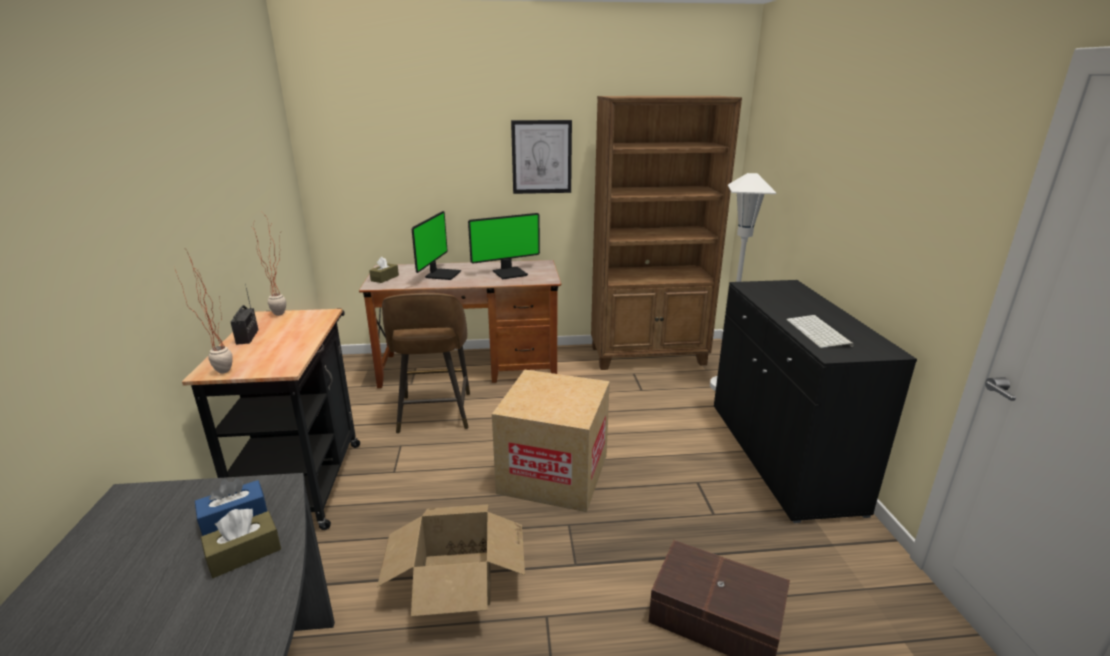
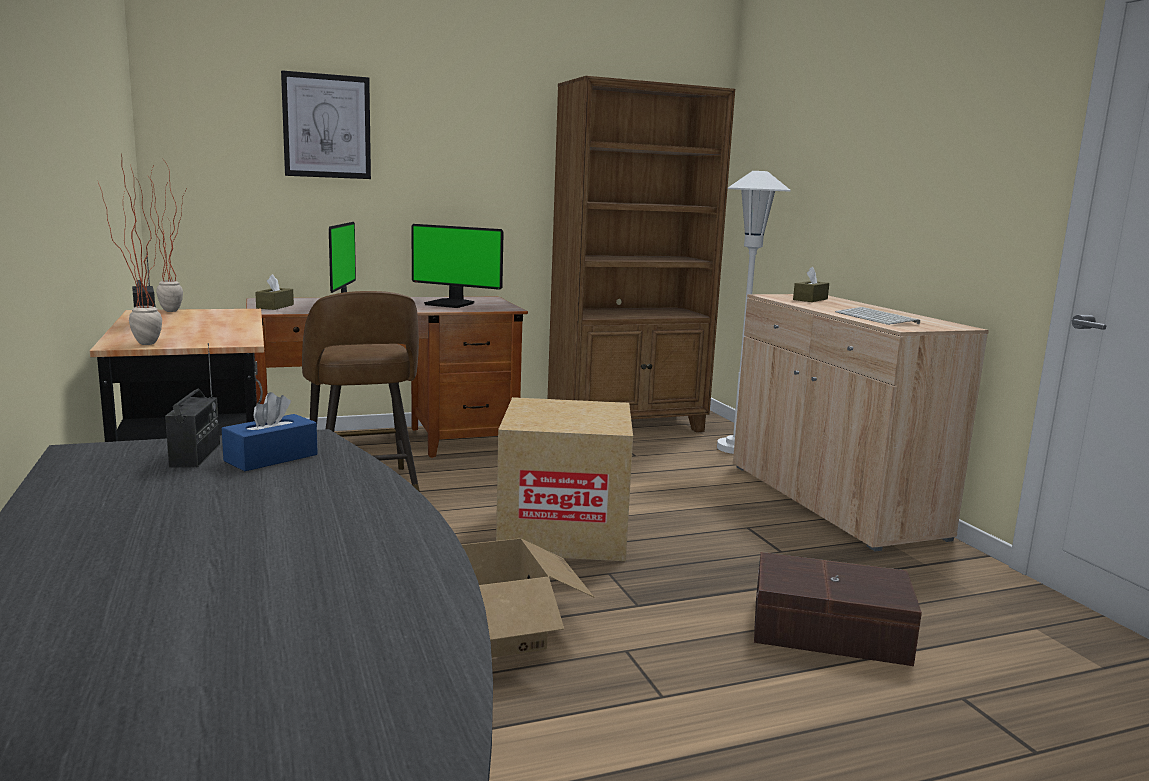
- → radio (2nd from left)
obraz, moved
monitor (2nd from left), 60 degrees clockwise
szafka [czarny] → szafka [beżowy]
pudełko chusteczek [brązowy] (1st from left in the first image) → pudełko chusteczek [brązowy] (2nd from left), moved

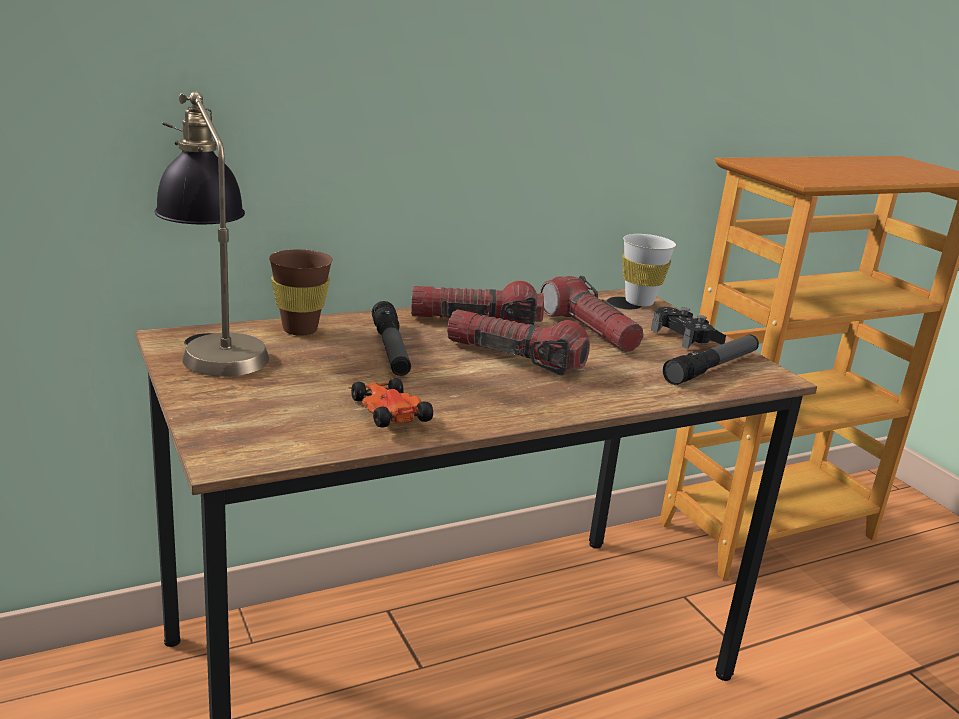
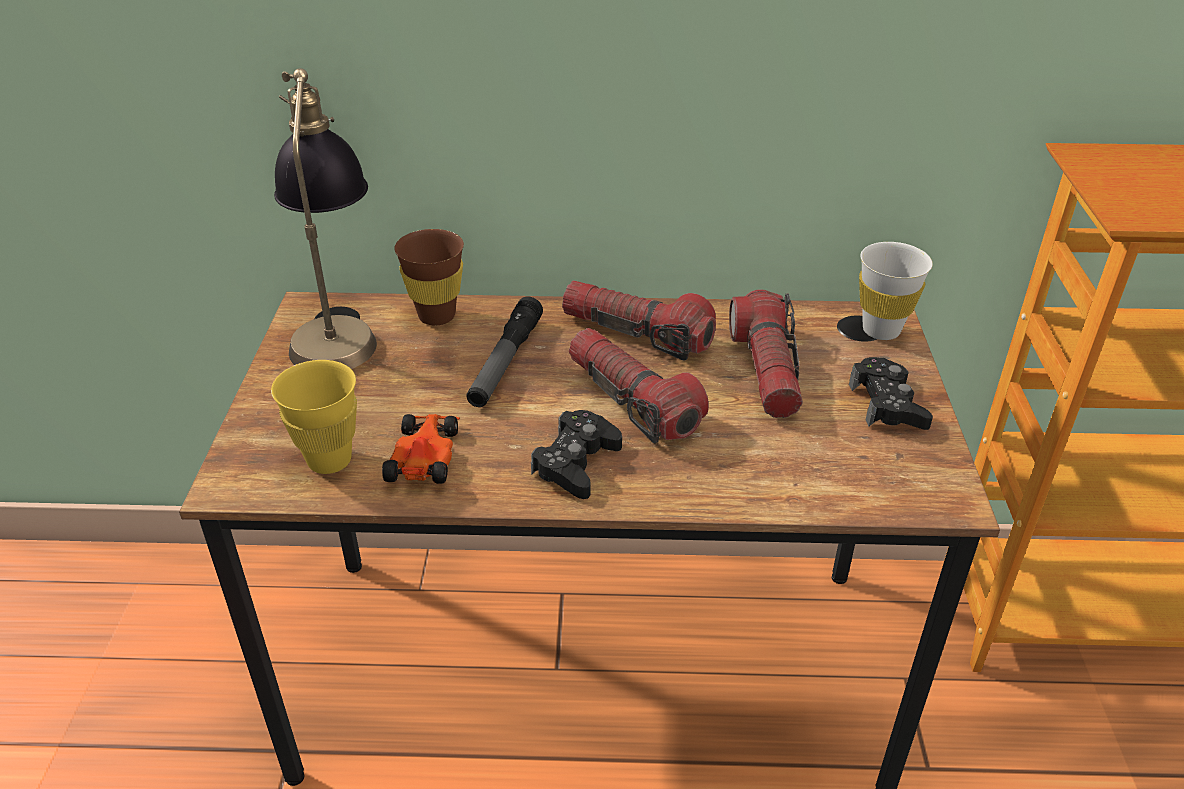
- → filiżanka [żółty]
- → pad do gier [czarny] (1st from left)
latarka (5th from left) → -

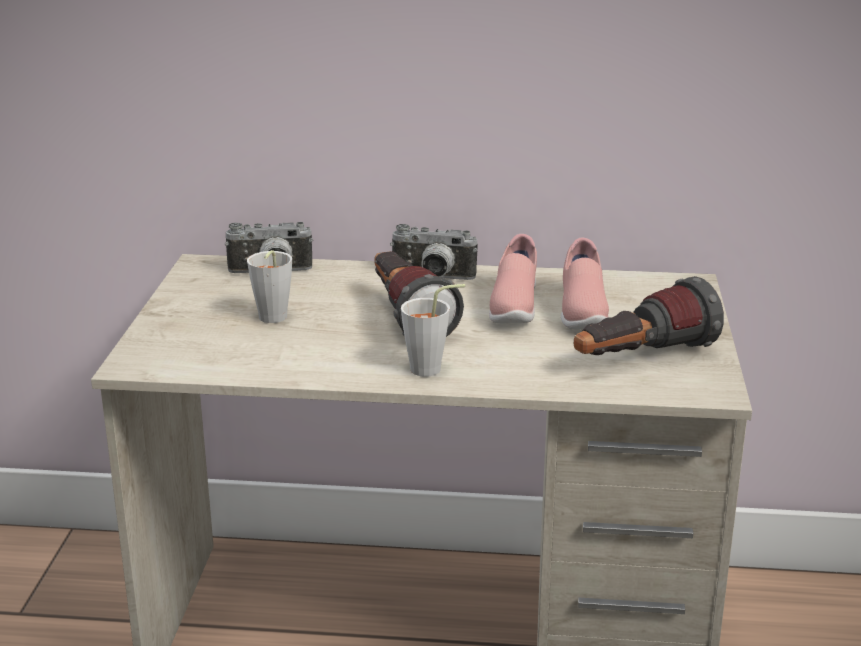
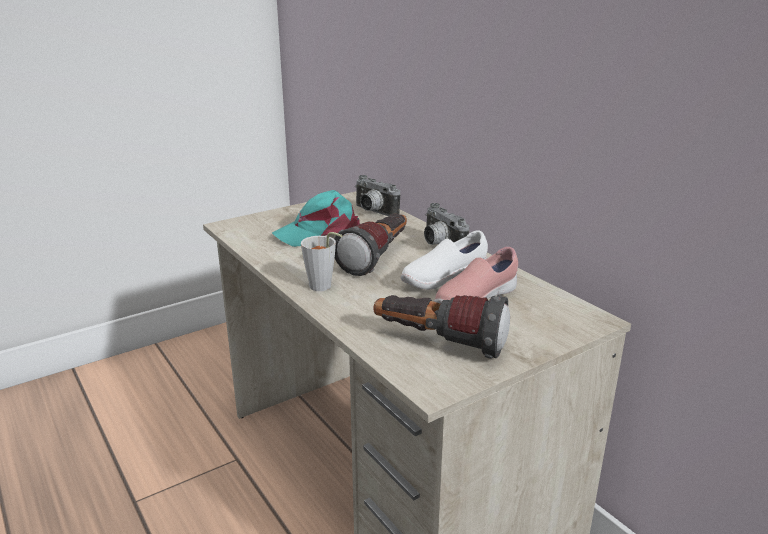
filiżanka [szary] (1st from left) → czapka z daszkiem [turkusowy]
but [różowy] (1st from left) → but [biały]

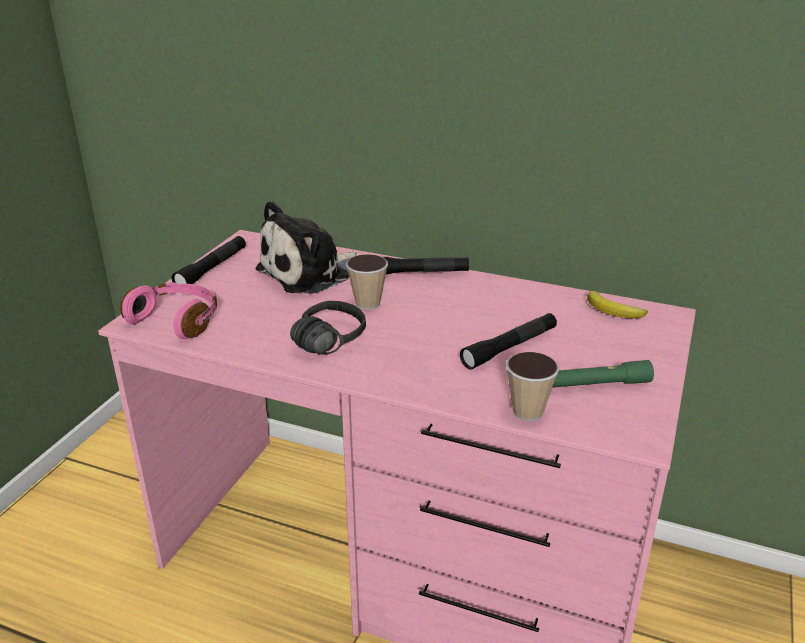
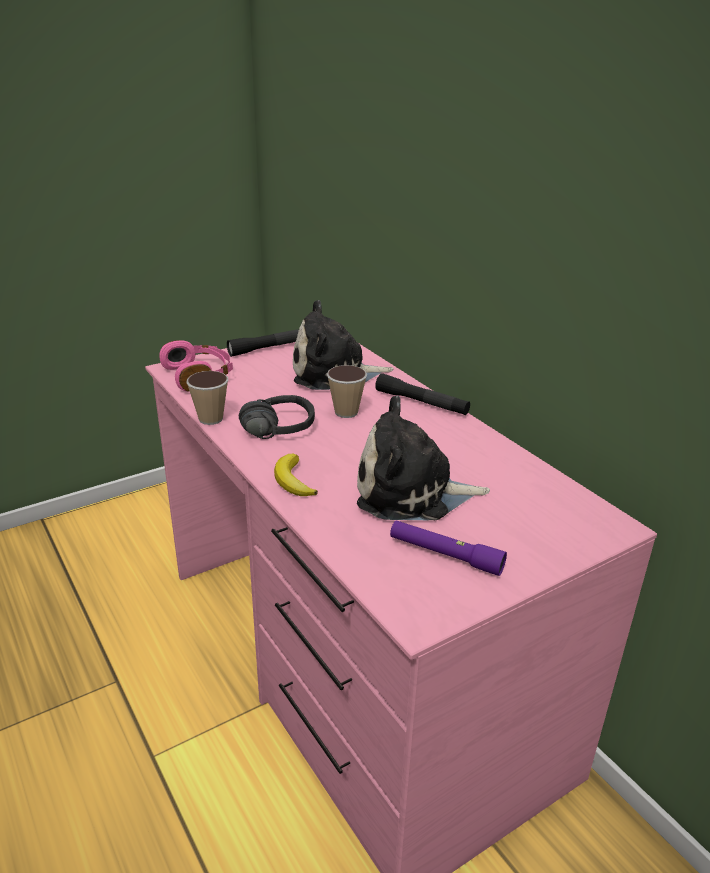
filiżanka (2nd from left in the first image) → filiżanka (1st from left), moved
banan, moved
latarka [czarny] (3rd from left) → pluszak (2nd from left)
latarka [zielony] → latarka [fioletowy]

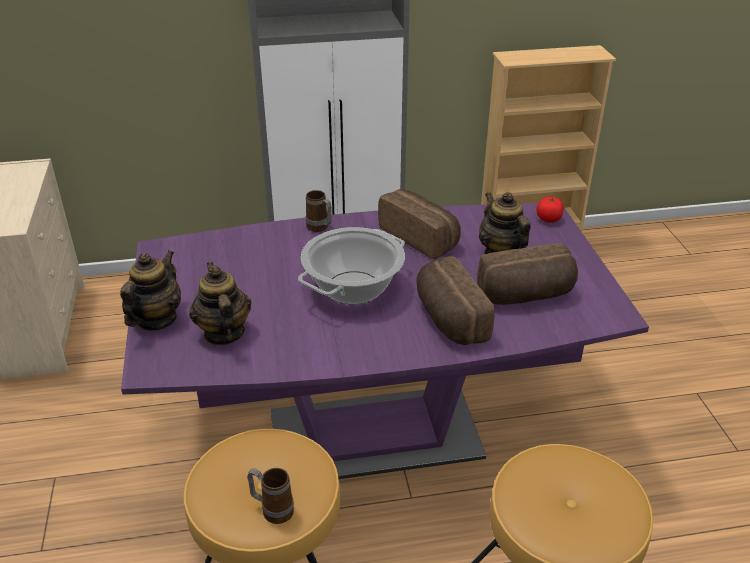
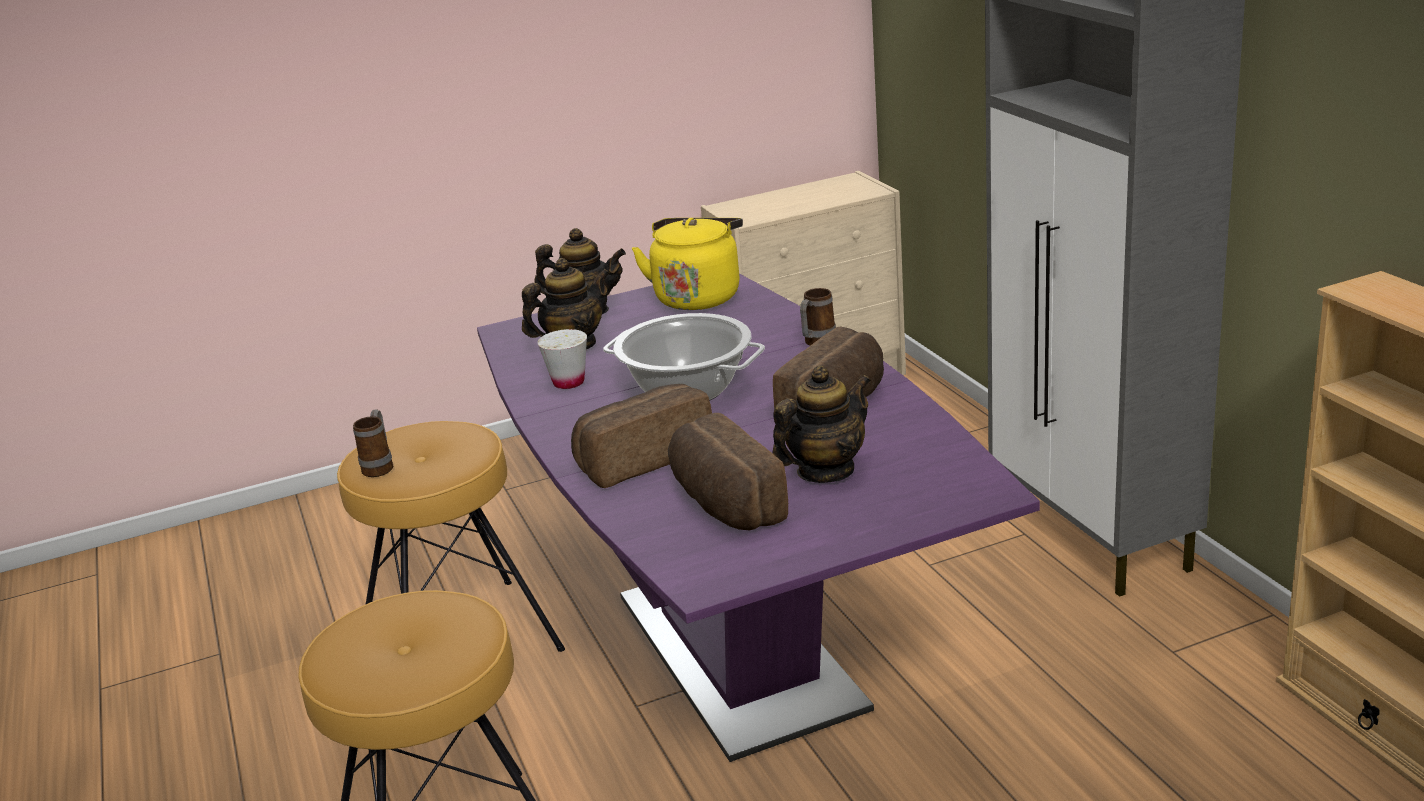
- → filiżanka [biały]
- → czajnik [żółty]
pomidor → -

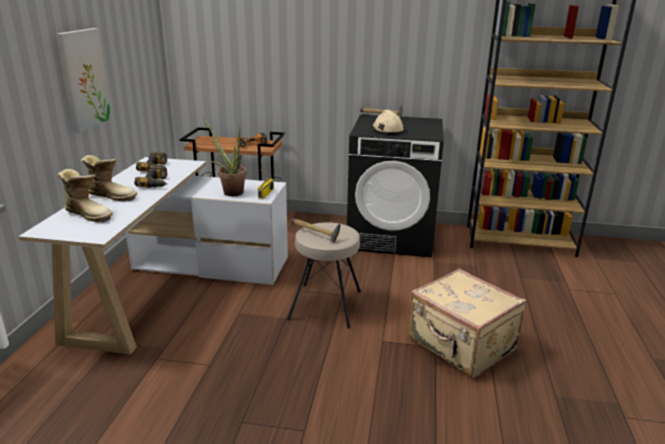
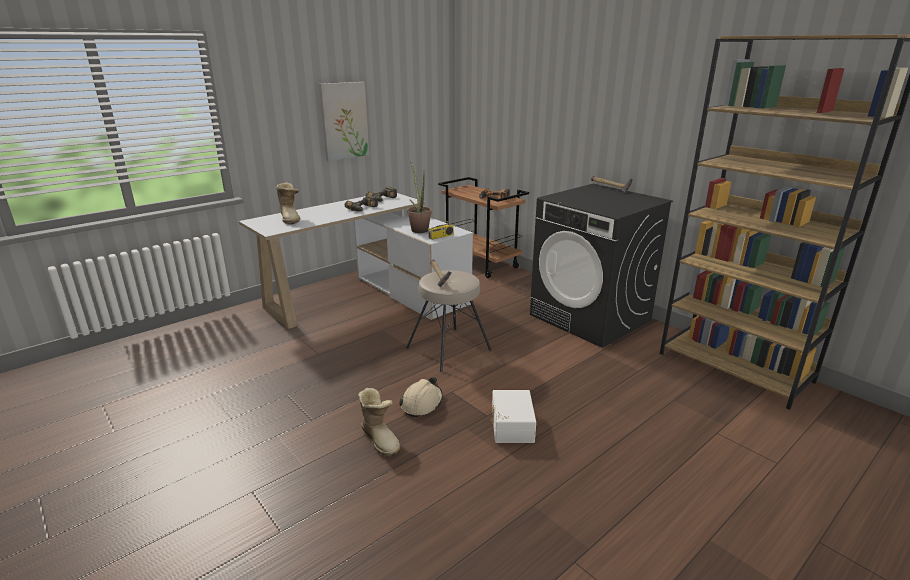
but z cholewką (2nd from left), moved
kask [beżowy], moved
walizka [beżowy] → pojemnik do przechowywania [biały]

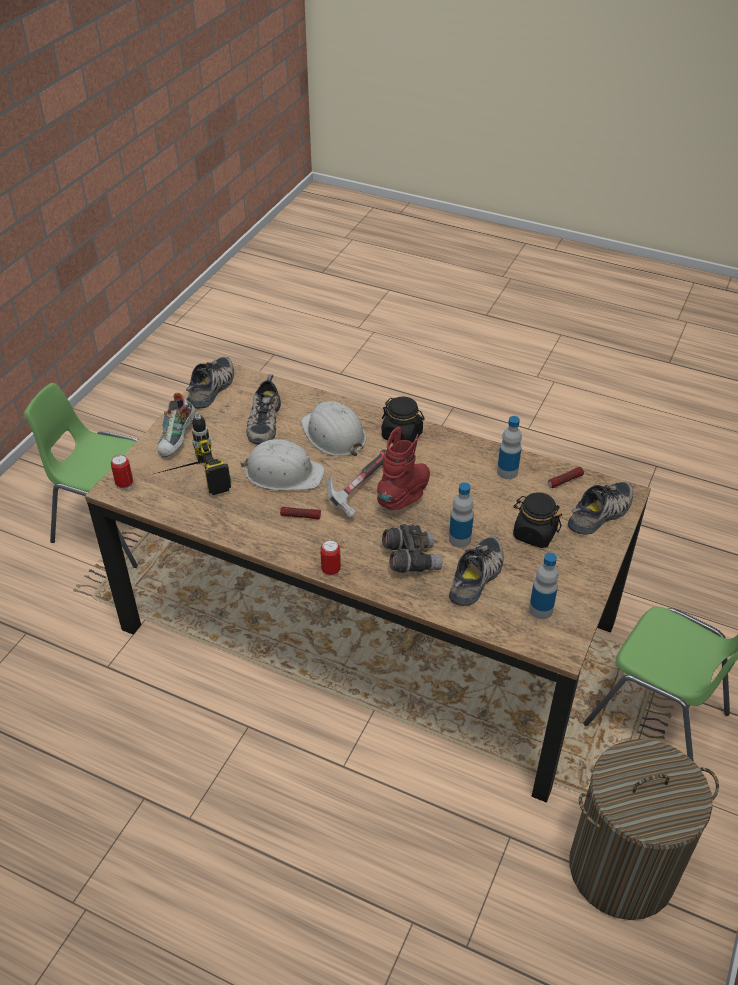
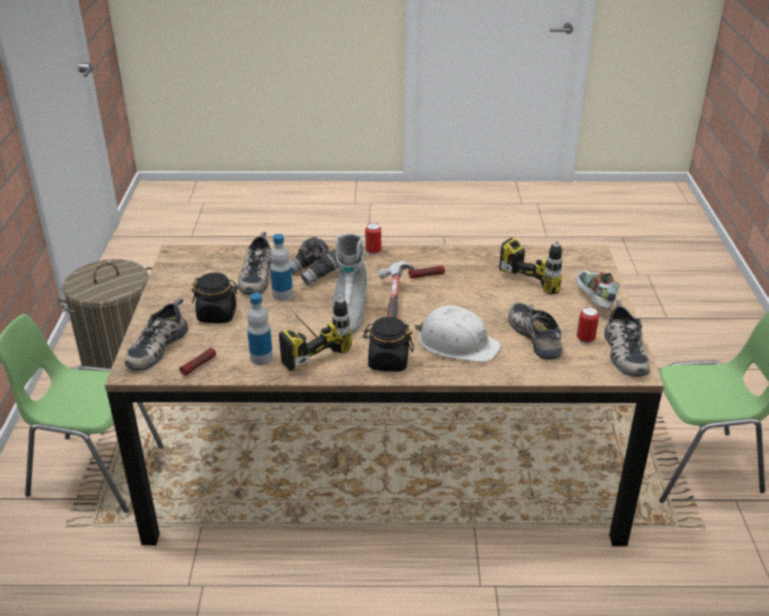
- → wiertarka (1st from left)
but z cholewką [czerwony] → but z cholewką [szary]
puszka (1st from left in the first image) → puszka (2nd from left), moved
kask [biały] (1st from left) → -
butelka (3rd from left) → -

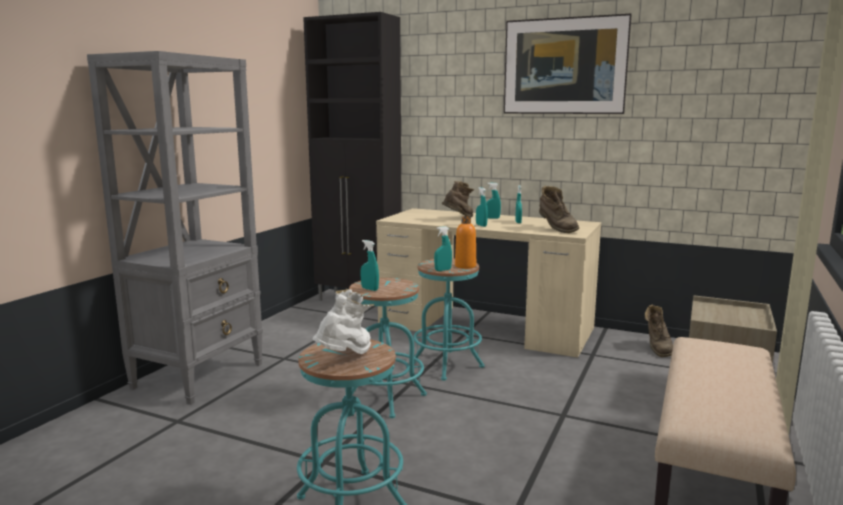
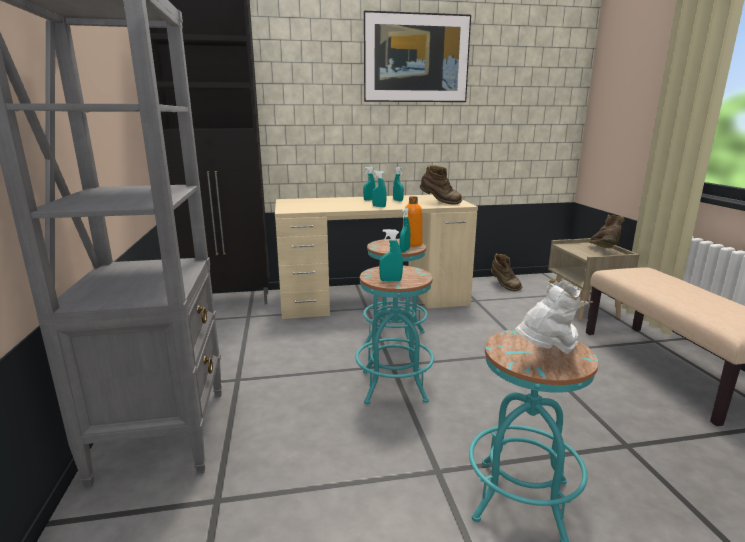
but z cholewką [biały], 60 degrees clockwise
but z cholewką [brązowy] (1st from left in the first image) → but z cholewką [brązowy] (3rd from left), moved

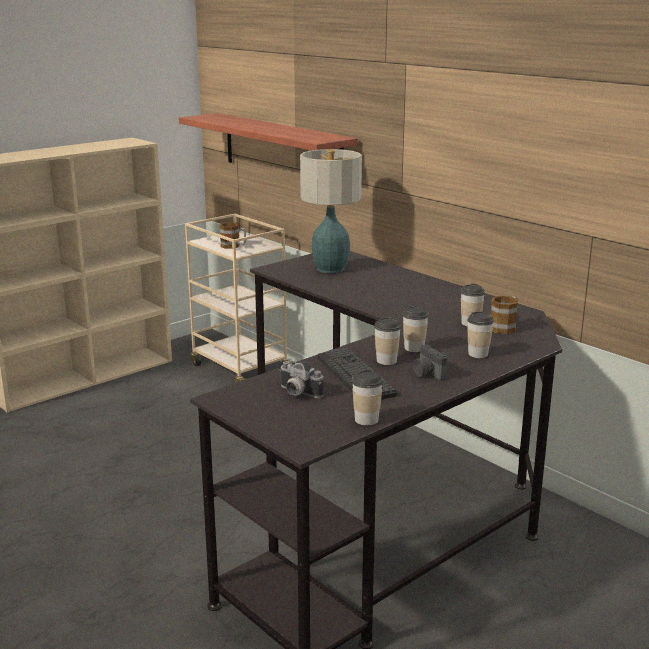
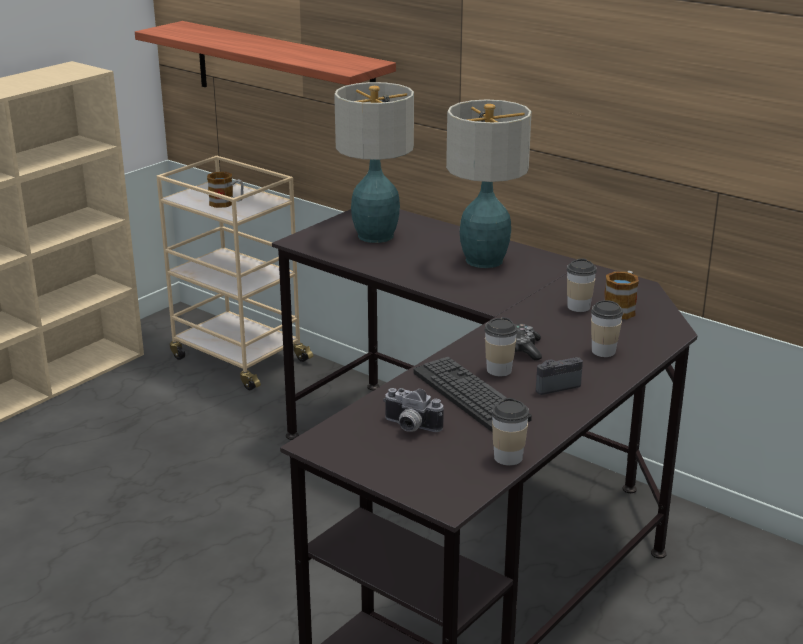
- → lampa stołowa (2nd from left)
filiżanka (3rd from left) → pad do gier
aparat fotograficzny (2nd from left), 105 degrees clockwise

